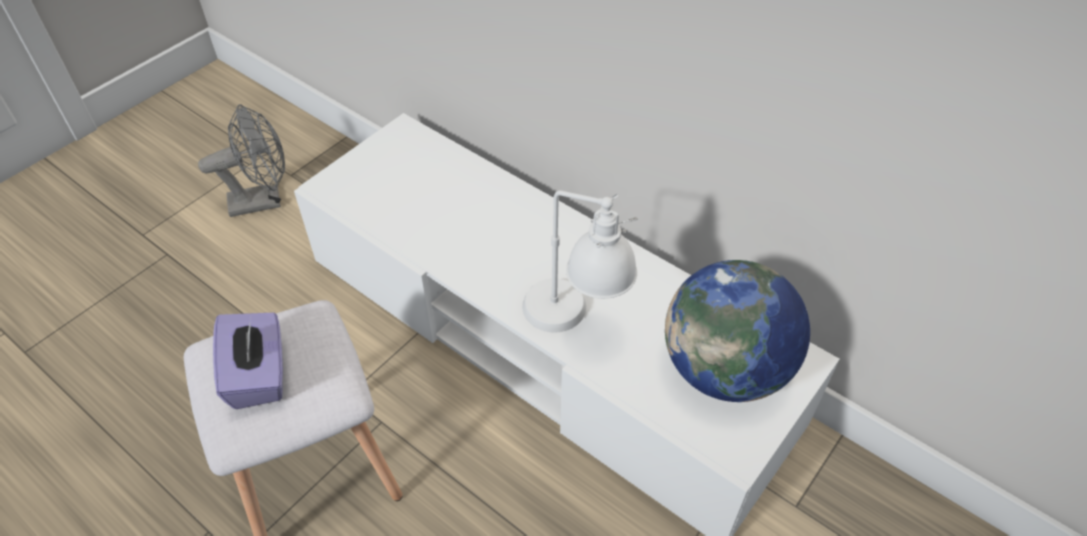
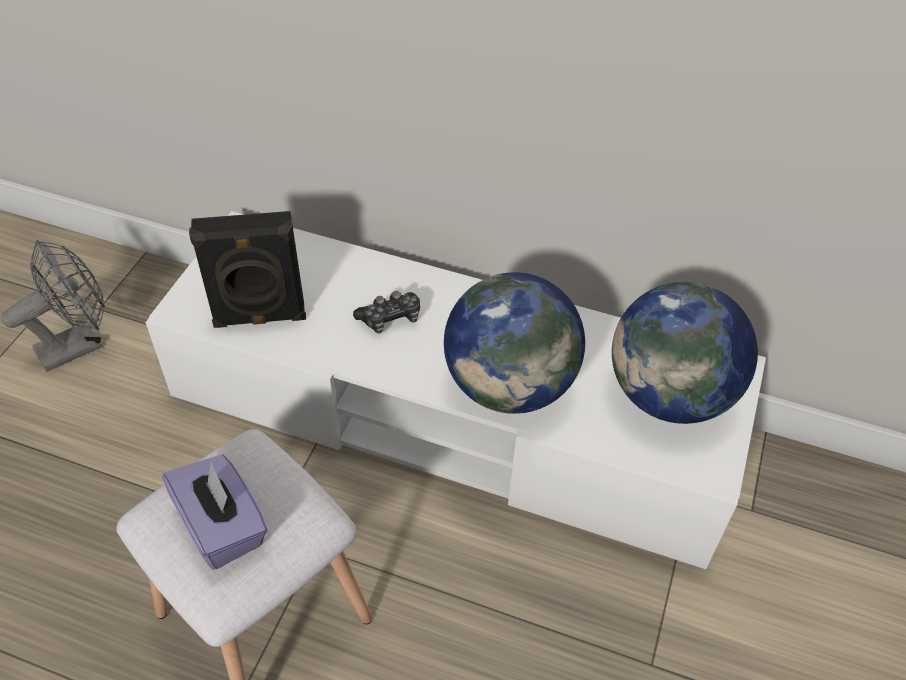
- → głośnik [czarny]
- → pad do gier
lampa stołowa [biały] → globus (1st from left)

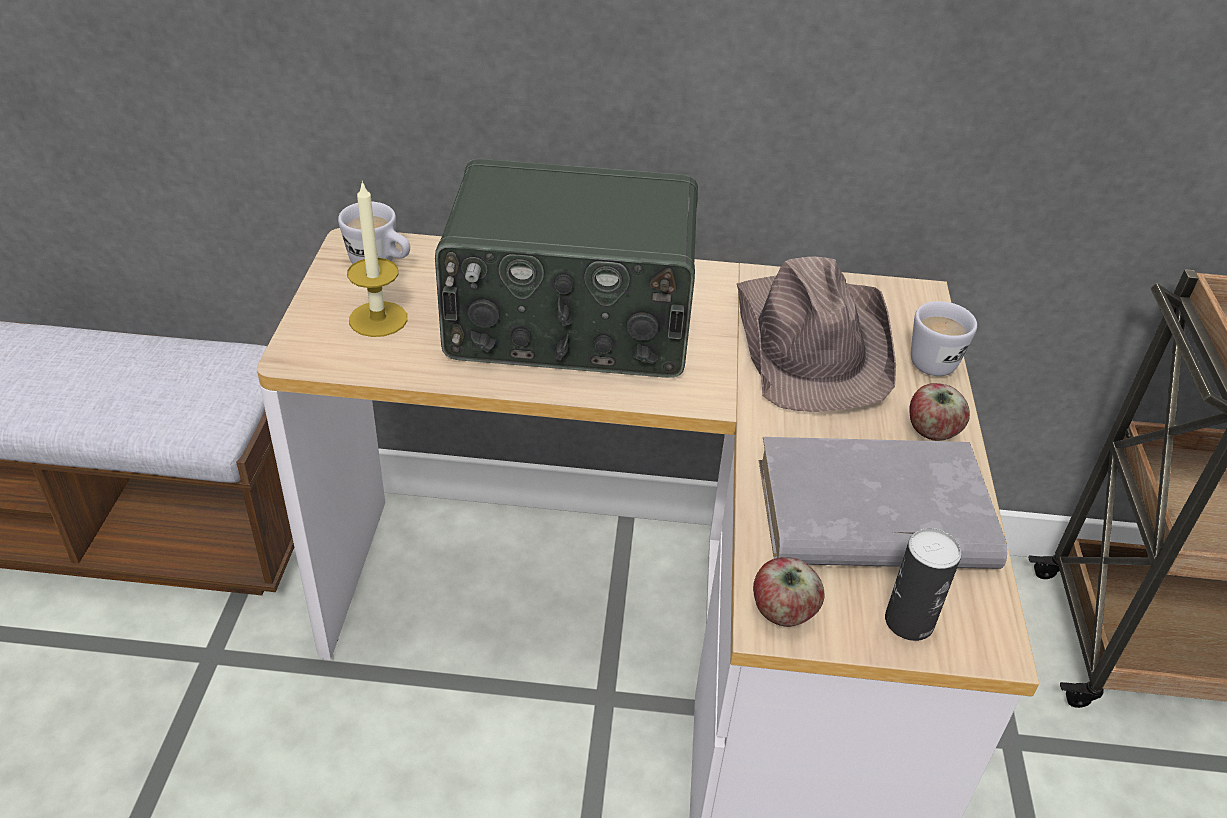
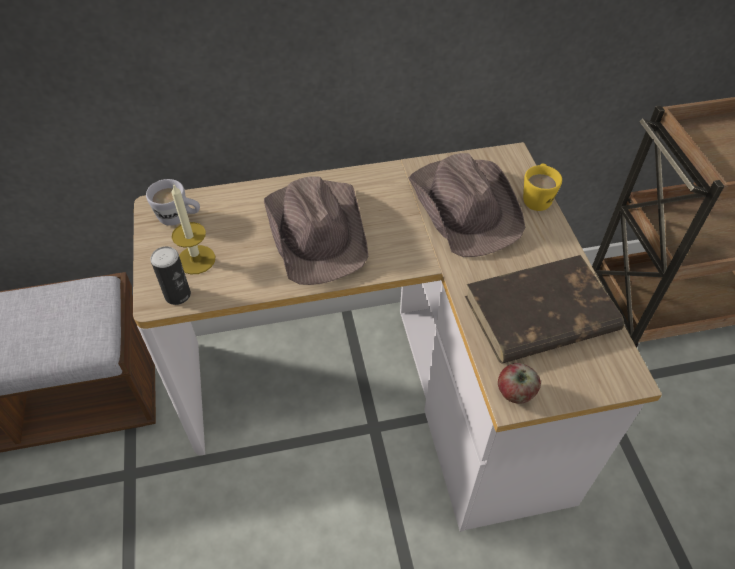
puszka, moved
radio → kapelusz [brązowy] (1st from left)
książka [szary] → książka [brązowy]
kubek [biały] (2nd from left) → kubek [żółty]
jabłko (2nd from left) → -

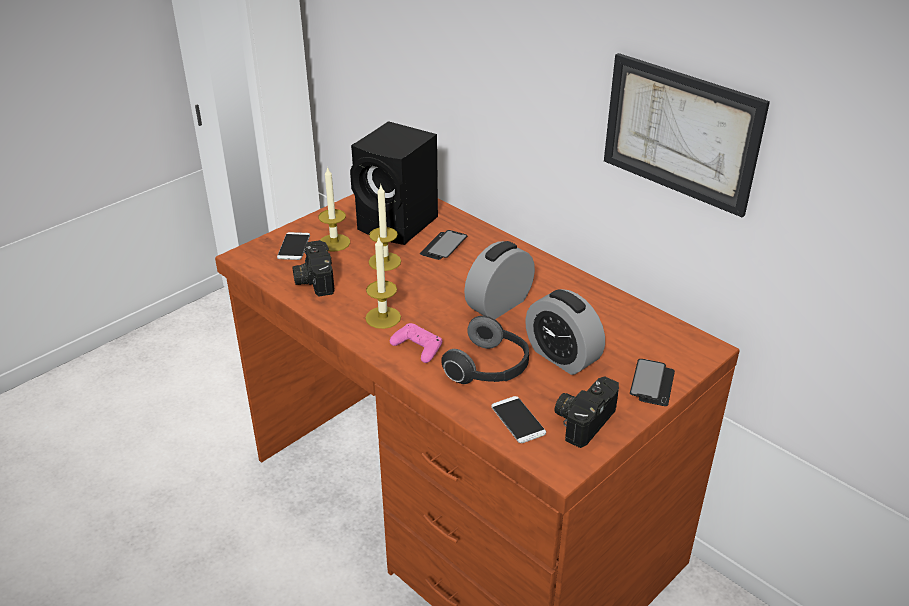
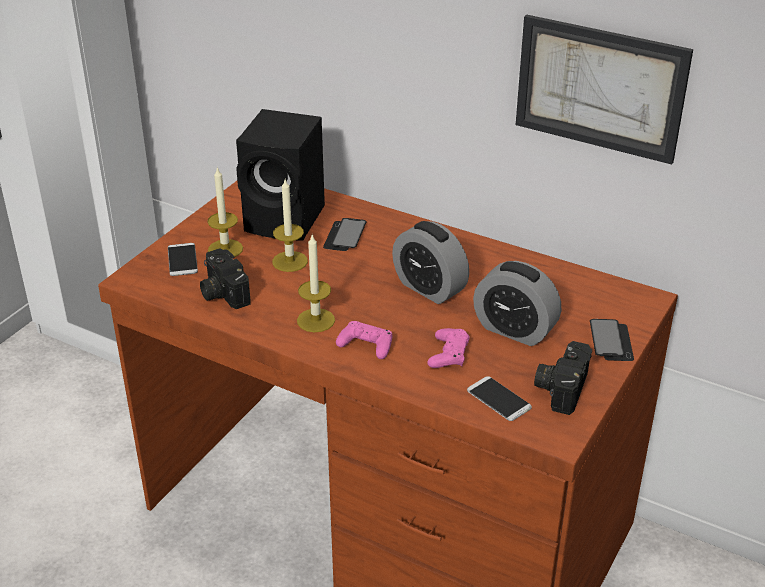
budzik (1st from left), 75 degrees counterclockwise
słuchawki → pad do gier [różowy] (2nd from left)

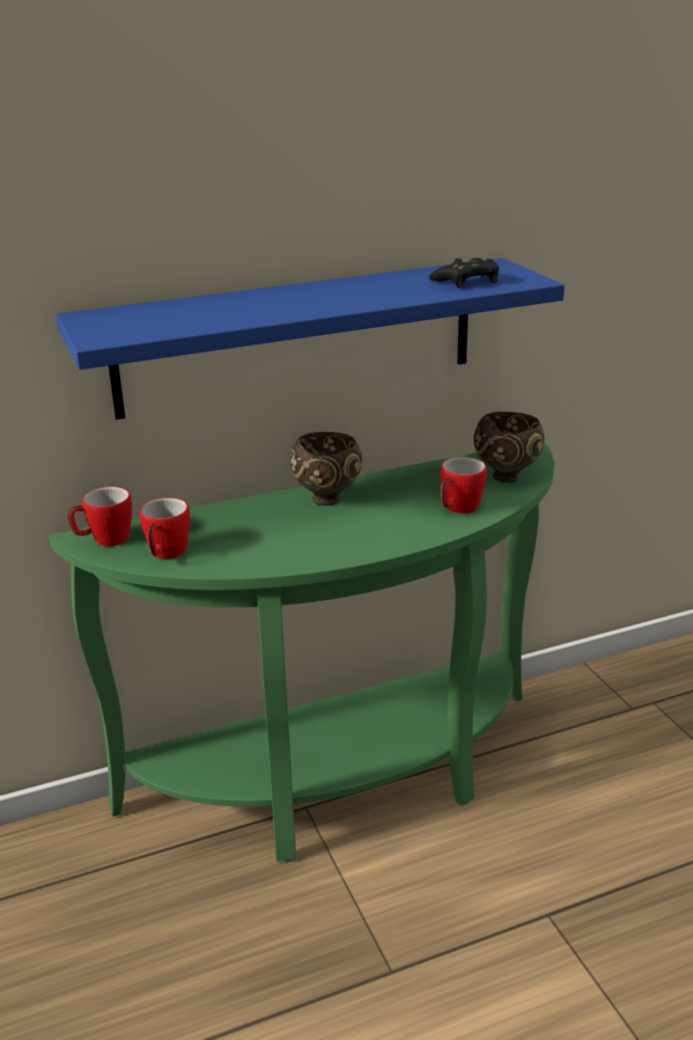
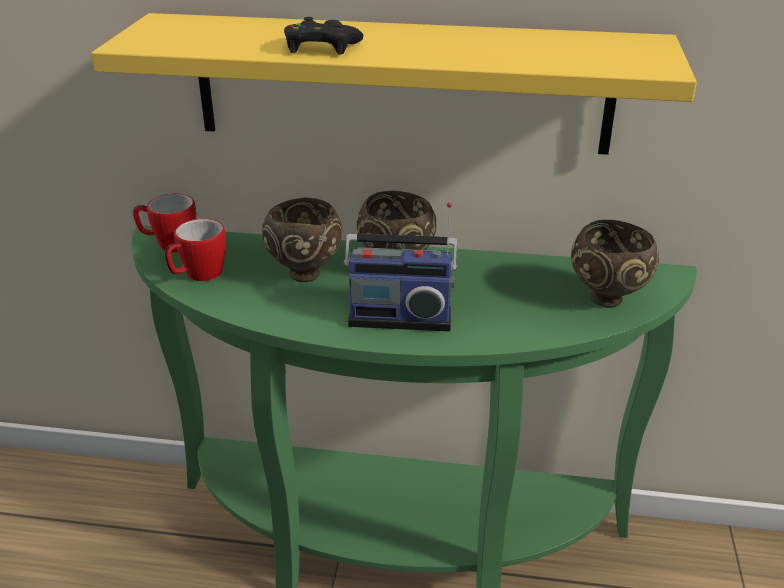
półka [niebieski] → półka [żółty]
- → miska [brązowy] (1st from left)
pad do gier [czarny], moved
- → radio
kubek (3rd from left) → -

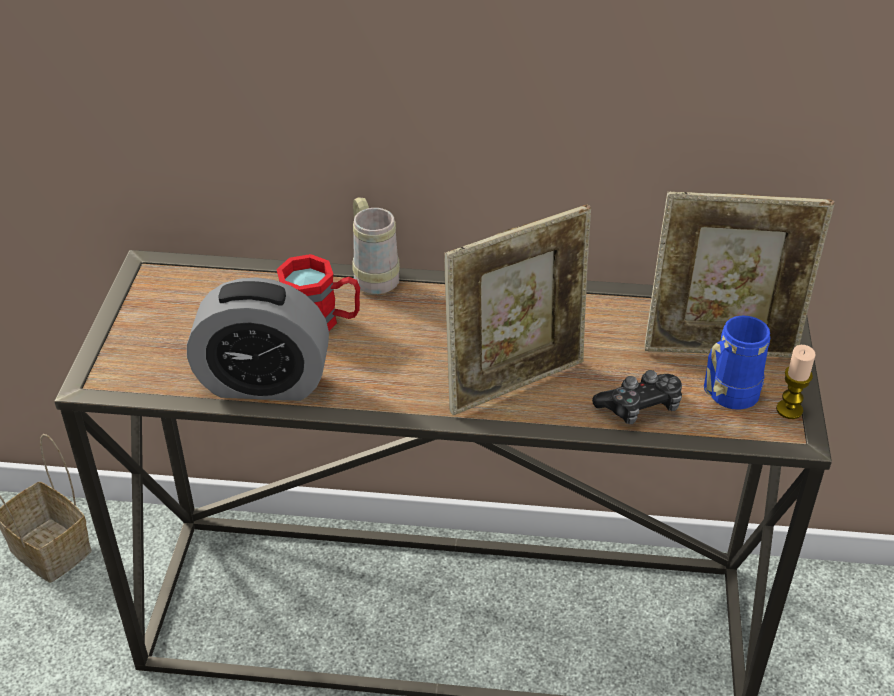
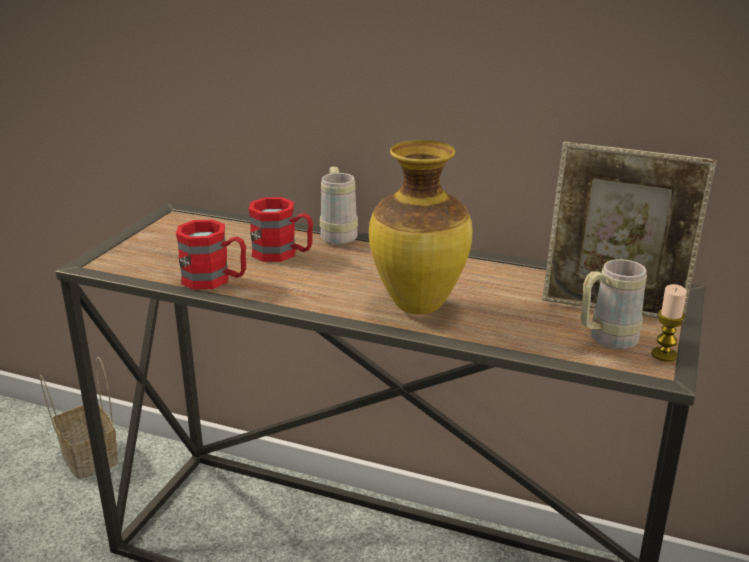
budzik → kubek [czerwony] (1st from left)
ramka na zdjęcie (1st from left) → wazon
kubek [niebieski] → kubek [beżowy] (2nd from left)
pad do gier → -

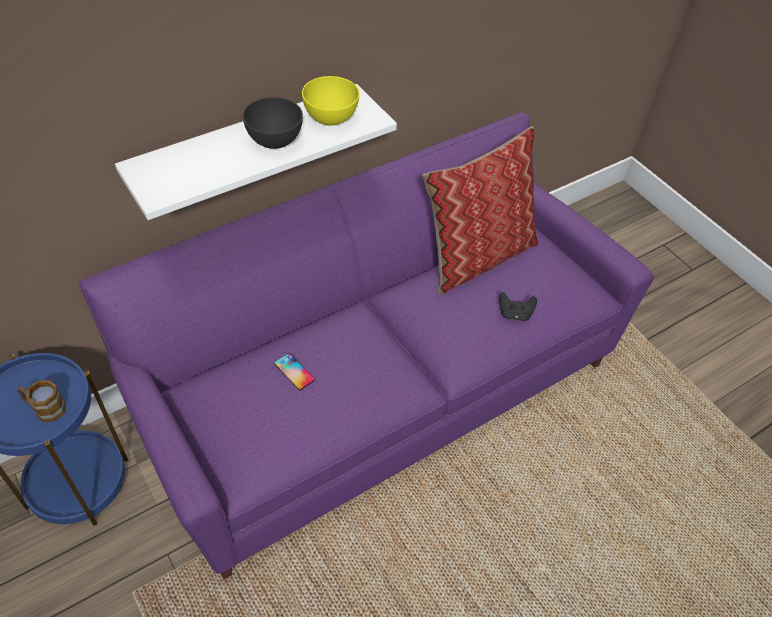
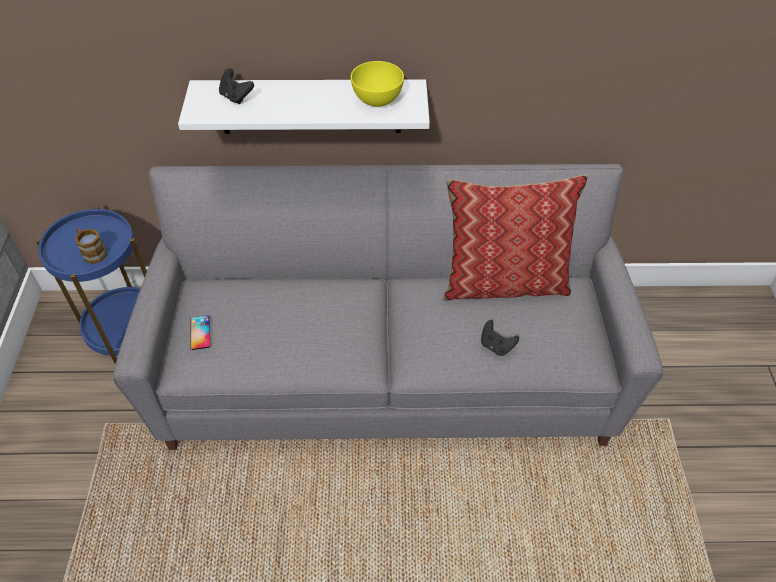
kanapa [fioletowy] → kanapa [szary]
telefon, moved
- → pad do gier [czarny] (1st from left)
miska [szary] → -

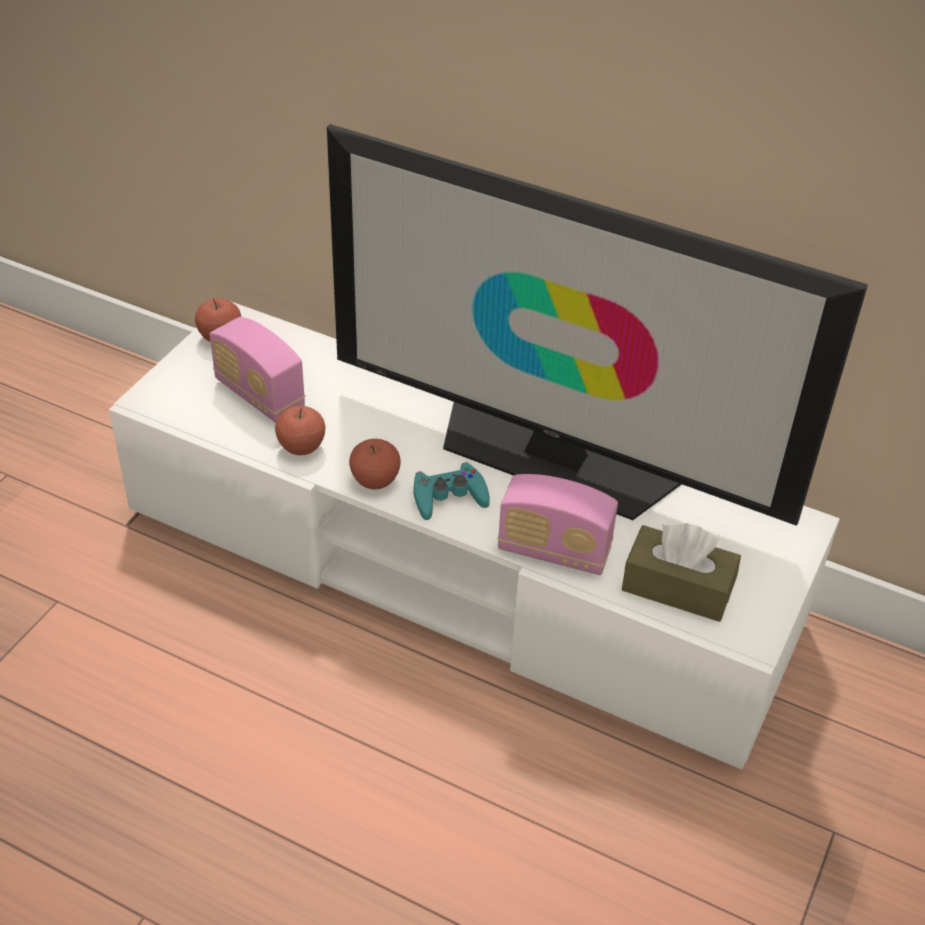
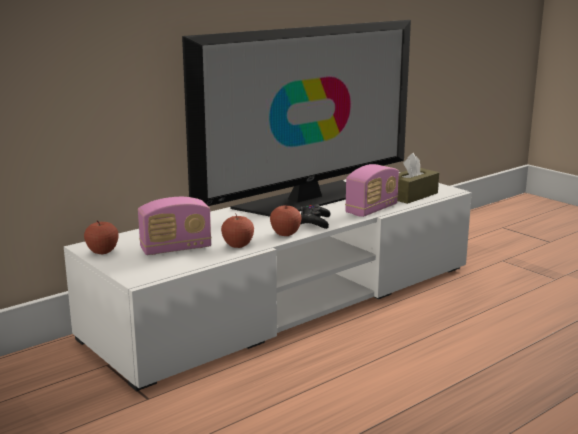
pad do gier [turkusowy] → pad do gier [czarny]

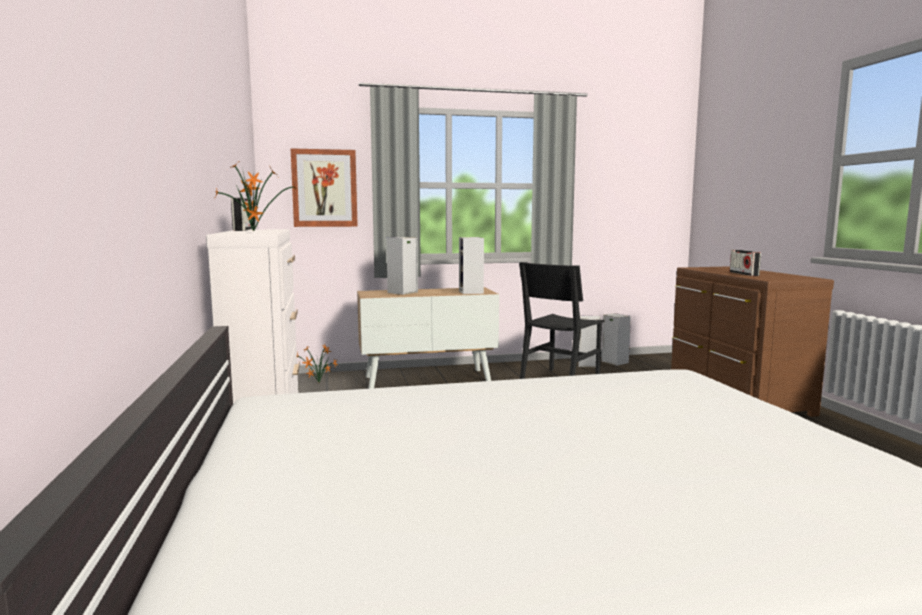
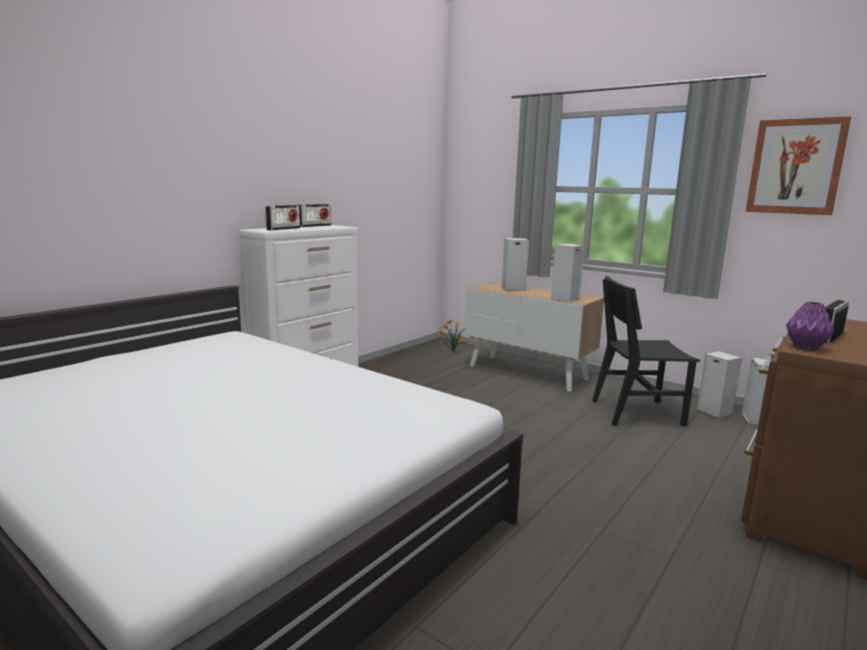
roślina doniczkowa (1st from left) → radio (1st from left)
obraz, moved
- → wazon [fioletowy]

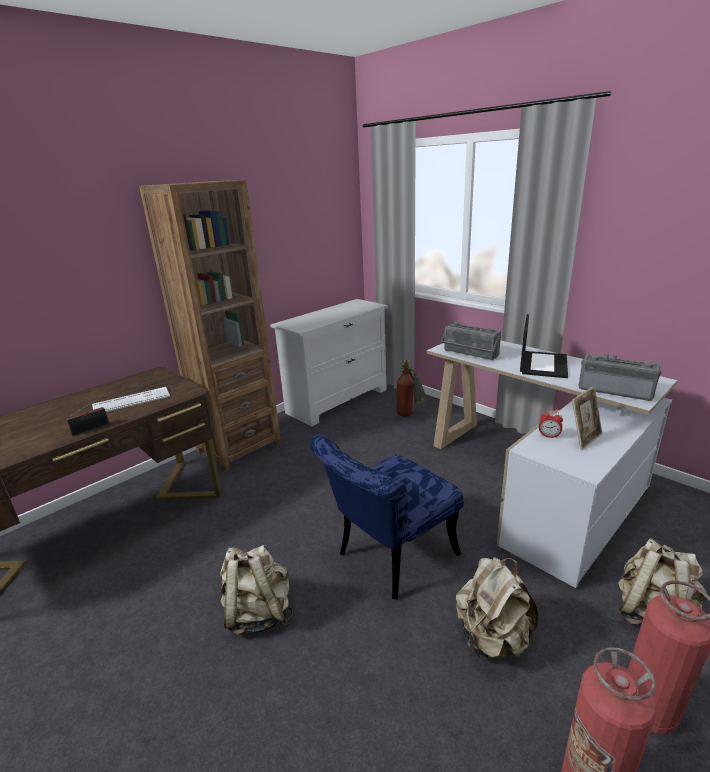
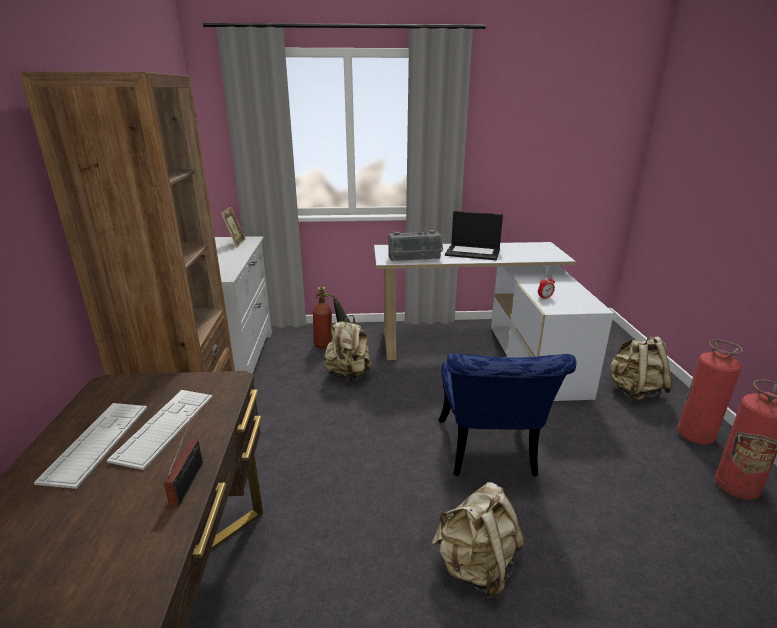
- → klawiatura (1st from left)
ramka na zdjęcie, moved
plecak [beżowy] (2nd from left in the first image) → plecak [beżowy] (1st from left), moved
laptop, 135 degrees clockwise
radio (3rd from left) → -

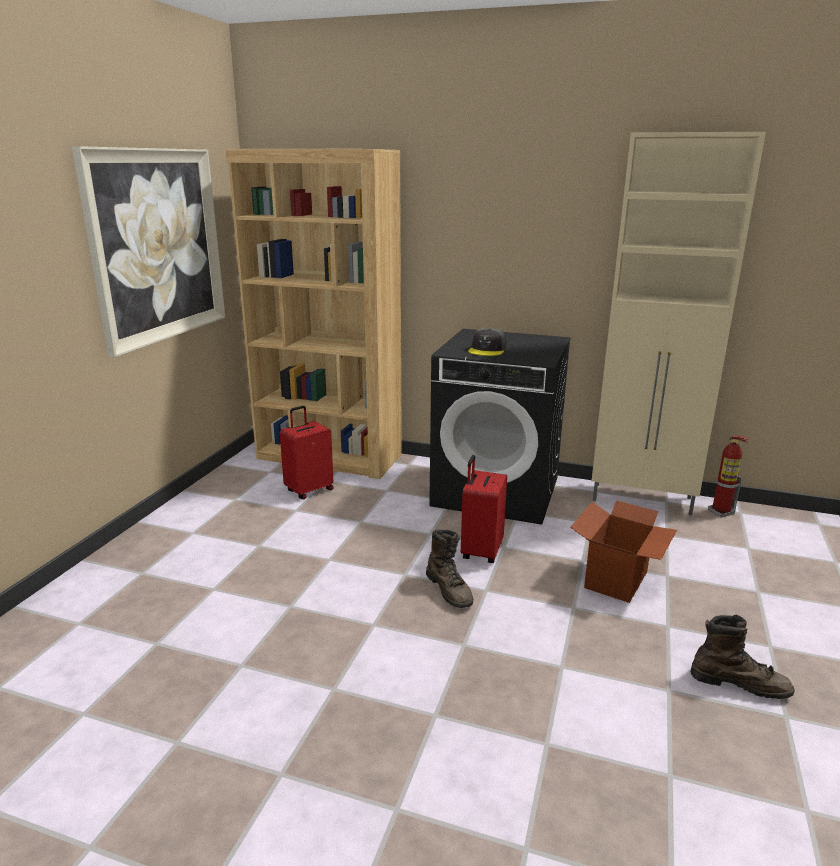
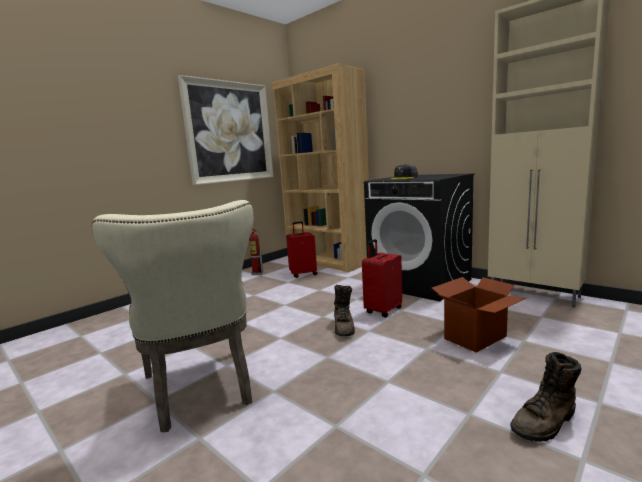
- → krzesło [beżowy]
gaśnica, moved
but z cholewką [brązowy] (2nd from left), 105 degrees clockwise

